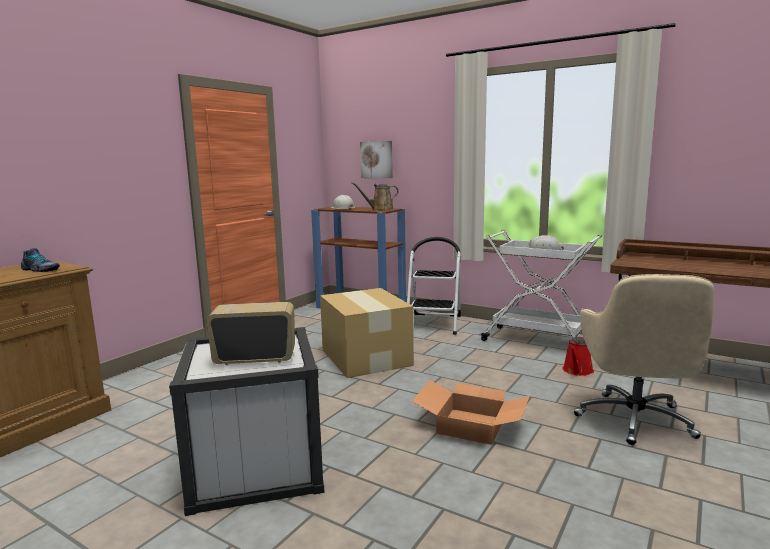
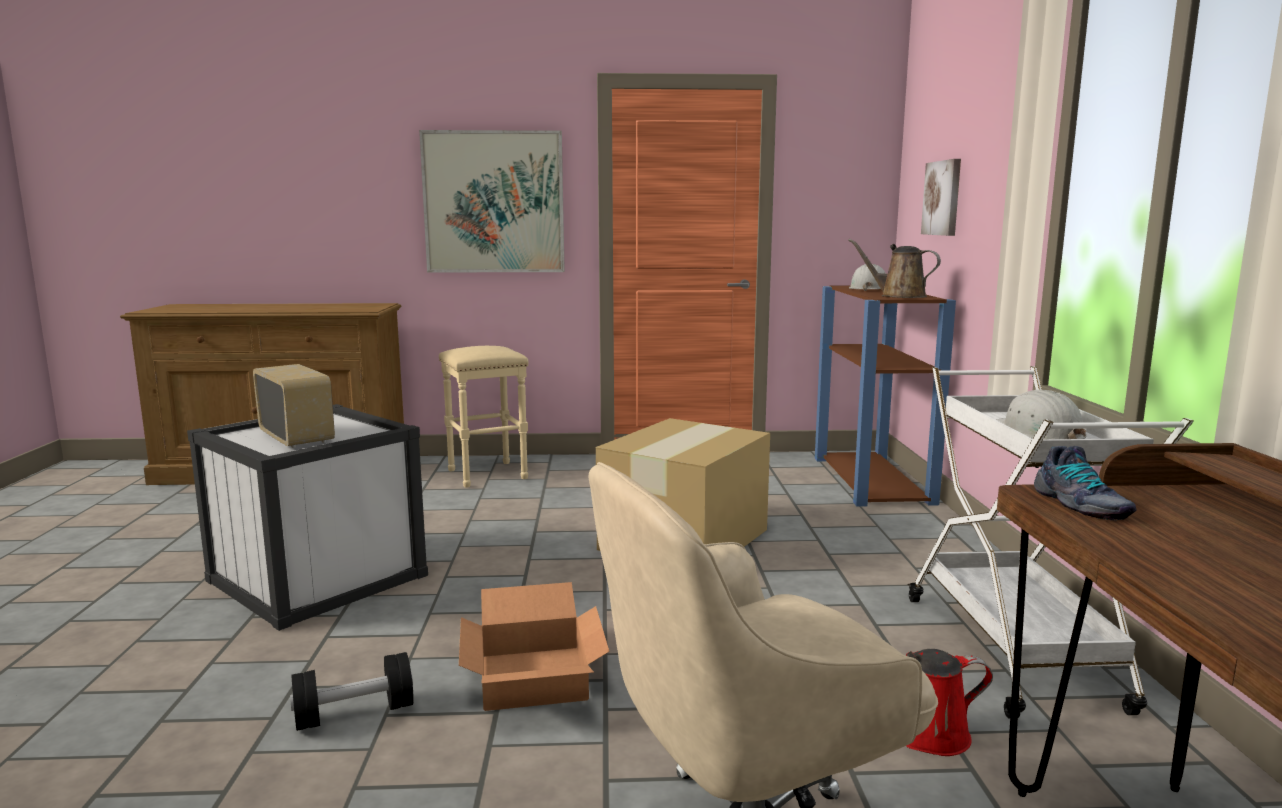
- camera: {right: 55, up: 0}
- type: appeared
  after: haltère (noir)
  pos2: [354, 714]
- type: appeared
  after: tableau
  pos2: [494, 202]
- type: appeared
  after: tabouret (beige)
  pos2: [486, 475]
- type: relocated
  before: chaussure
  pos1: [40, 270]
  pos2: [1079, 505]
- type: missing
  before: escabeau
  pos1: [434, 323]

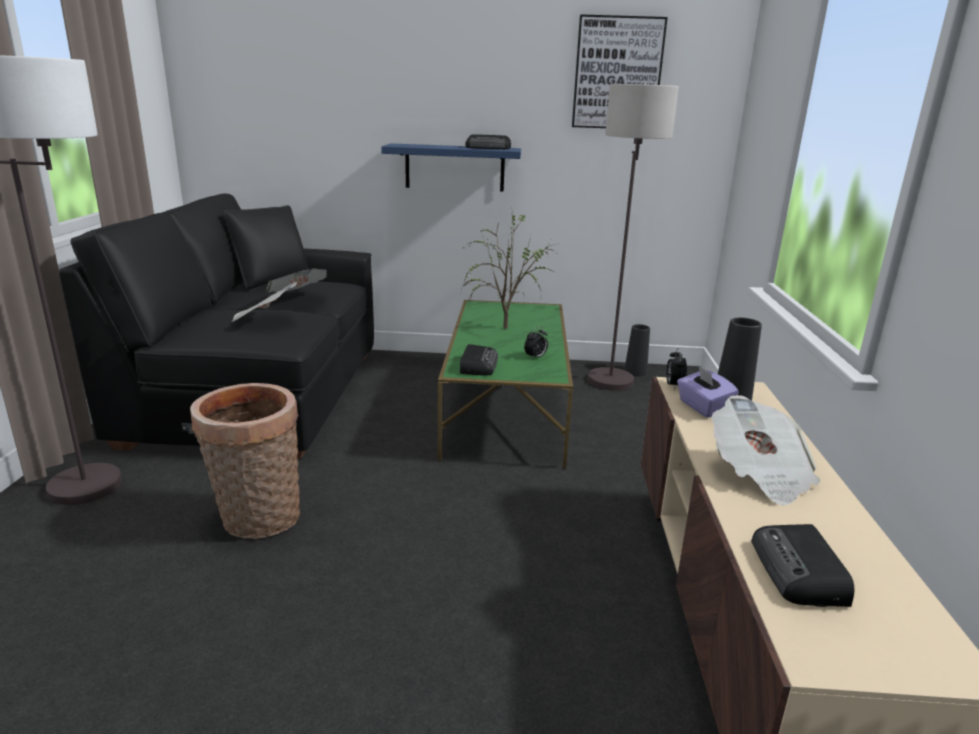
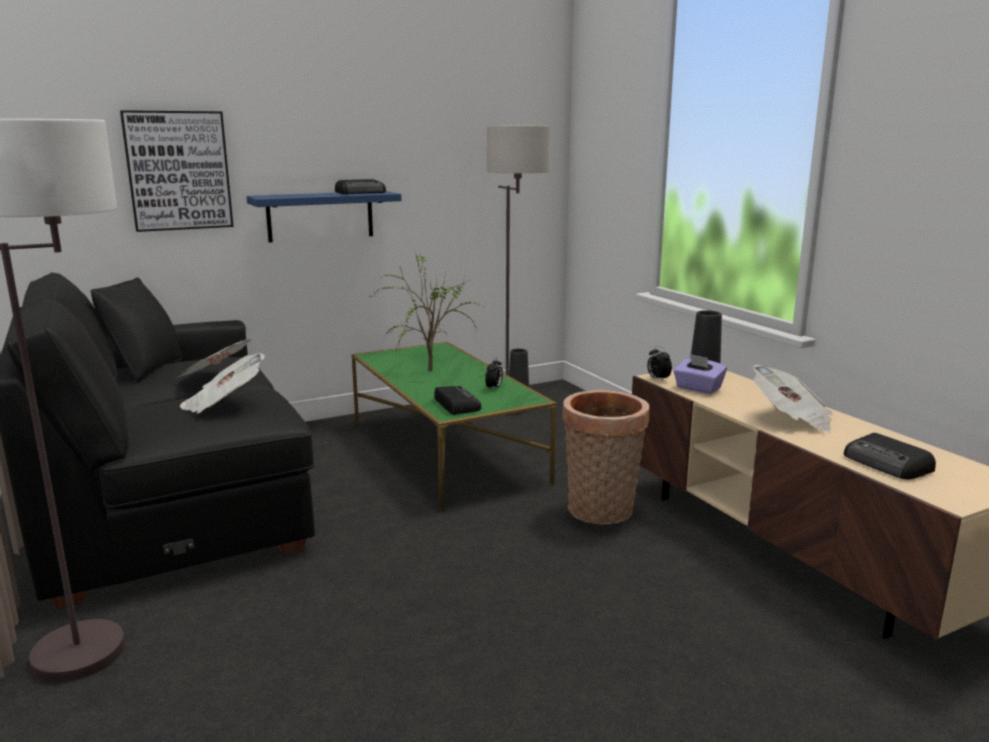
- camera: {right: -30, up: -5}
- type: relocated
  before: tableau
  pos1: [617, 73]
  pos2: [178, 171]
- type: relocated
  before: panier
  pos1: [257, 521]
  pos2: [601, 512]

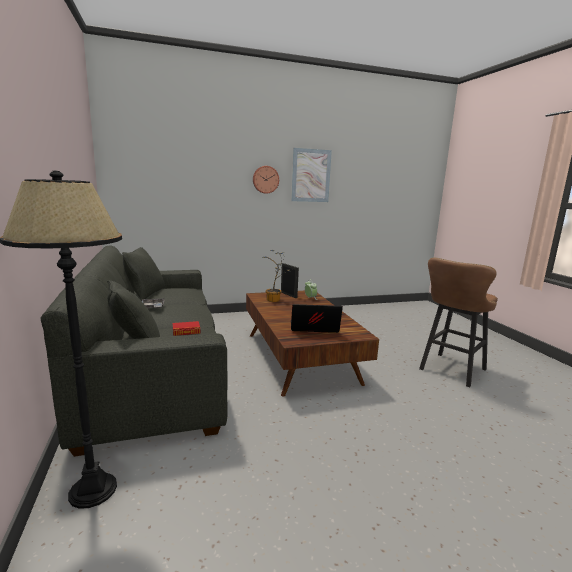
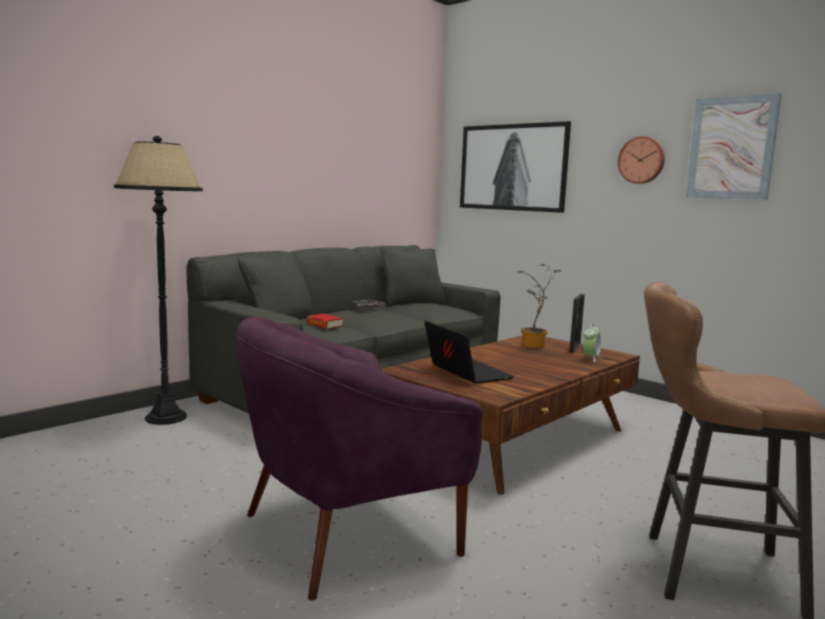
- camera: {right: 60, up: -5}
- type: appeared
  after: fauteuil (violet)
  pos2: [347, 533]
- type: appeared
  after: tableau
  pos2: [513, 167]

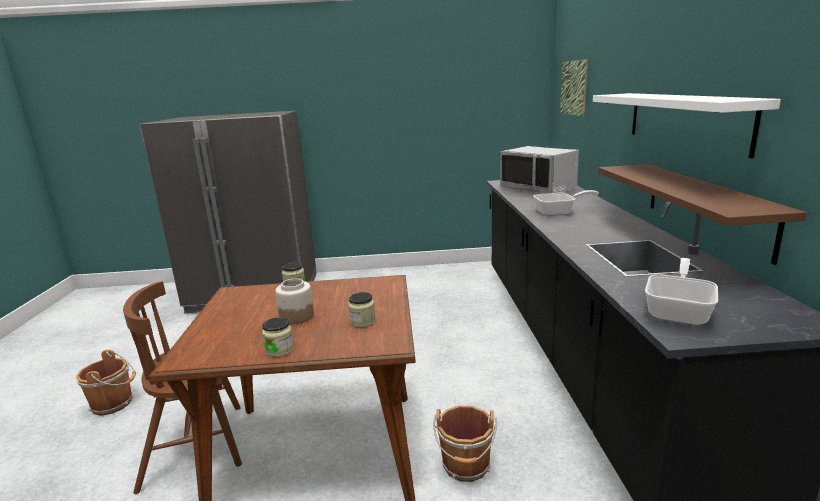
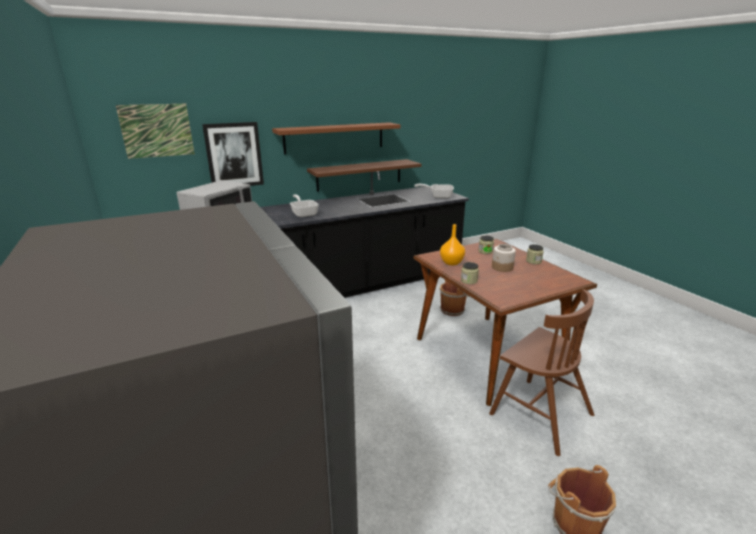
- camera: {right: -115, up: 5}
- type: appeared
  after: tableau
  pos2: [234, 155]
- type: colour
  before: étagère (blanc)
  after: étagère (marron)
  pos1: [684, 120]
  pos2: [334, 137]
- type: appeared
  after: vase (orange)
  pos2: [451, 262]

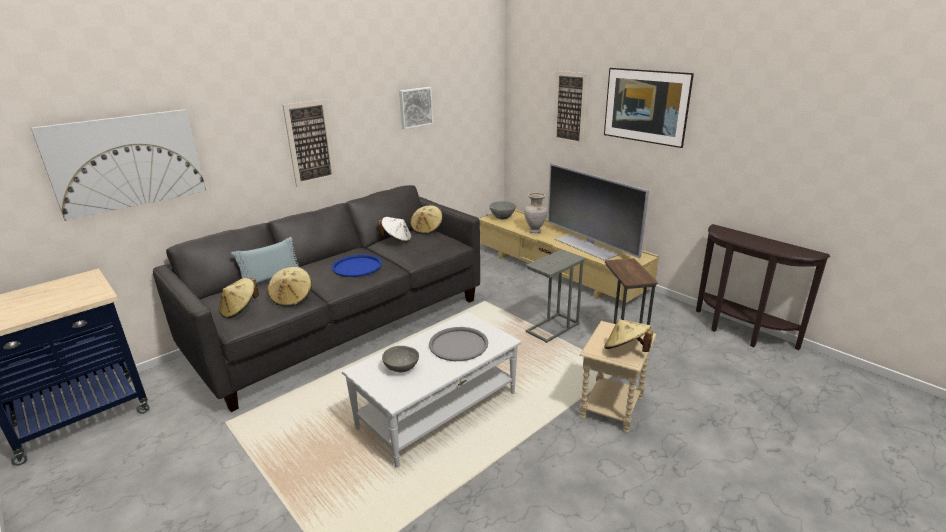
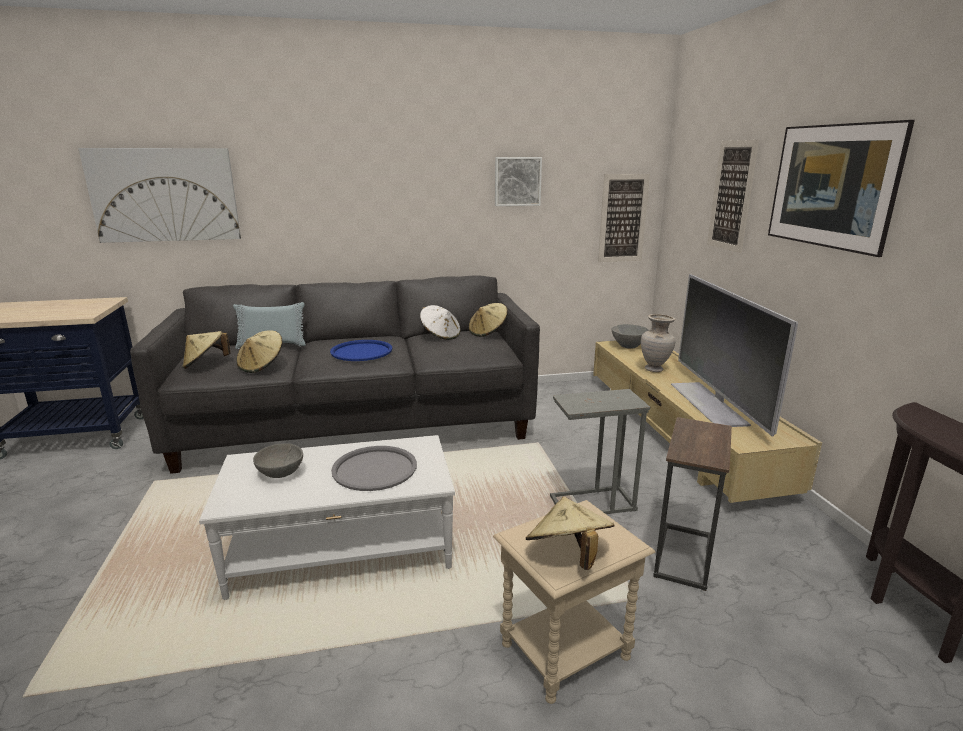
- camera: {right: 30, up: -5}
- type: relocated
  before: tableau
  pos1: [310, 143]
  pos2: [623, 218]

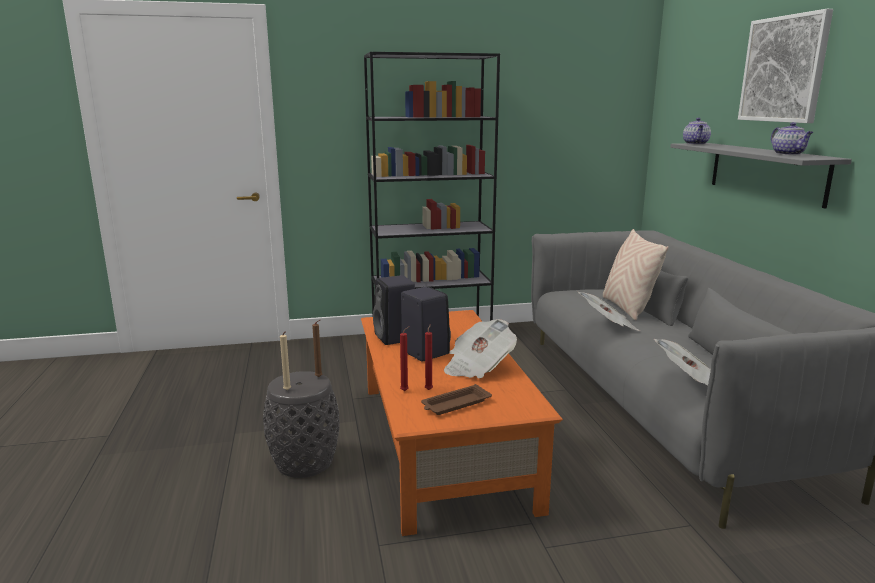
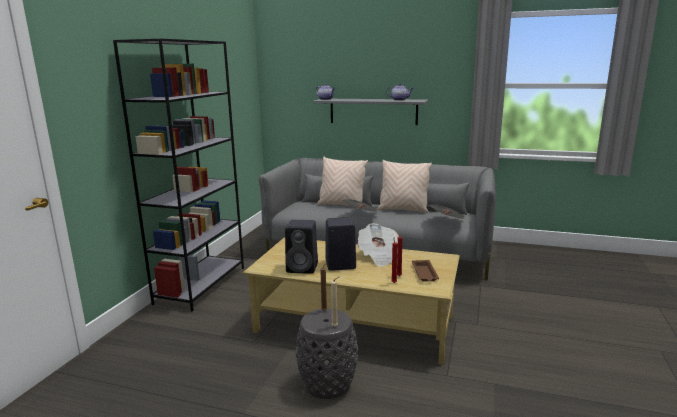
- camera: {right: -60, up: 0}
- type: colour
  before: table basse (orange)
  after: table basse (beige)
  pos1: [445, 444]
  pos2: [356, 323]
- type: appeared
  after: coussin (beige)
  pos2: [403, 210]
- type: missing
  before: tableau
  pos1: [784, 69]

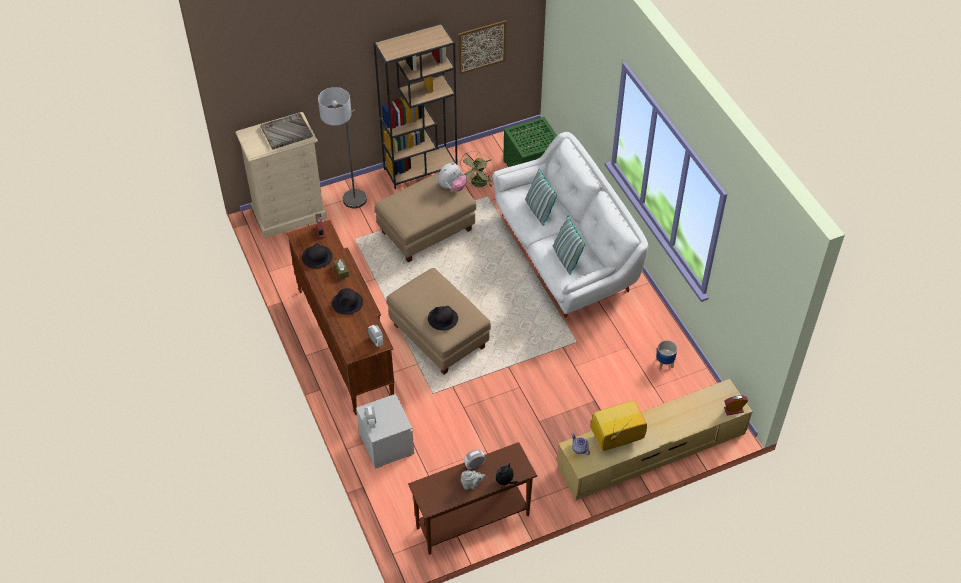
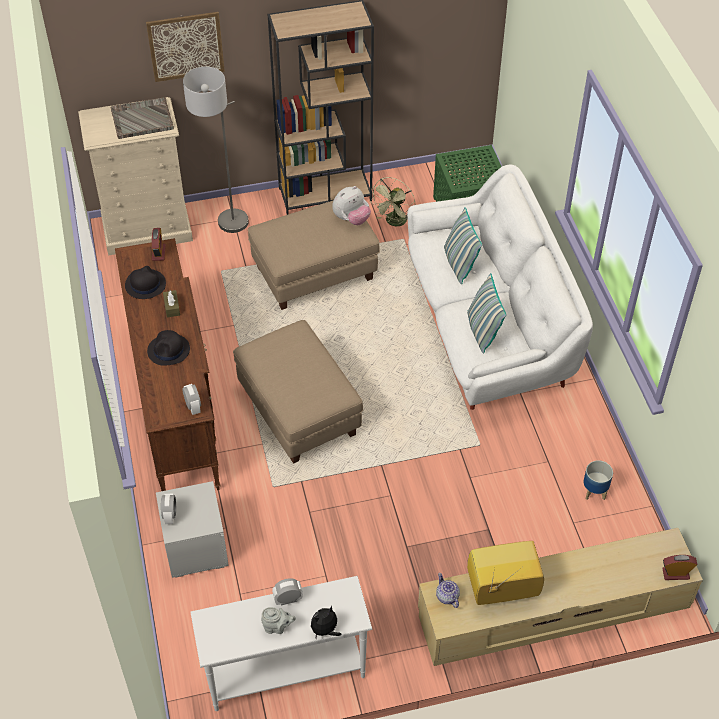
- camera: {right: 10, up: 0}
- type: relocated
  before: tableau
  pos1: [482, 46]
  pos2: [186, 45]
- type: colour
  before: table console (marron)
  after: table console (blanc)
  pos1: [472, 522]
  pos2: [285, 675]
- type: missing
  before: chapeau (noir)
  pos1: [442, 319]

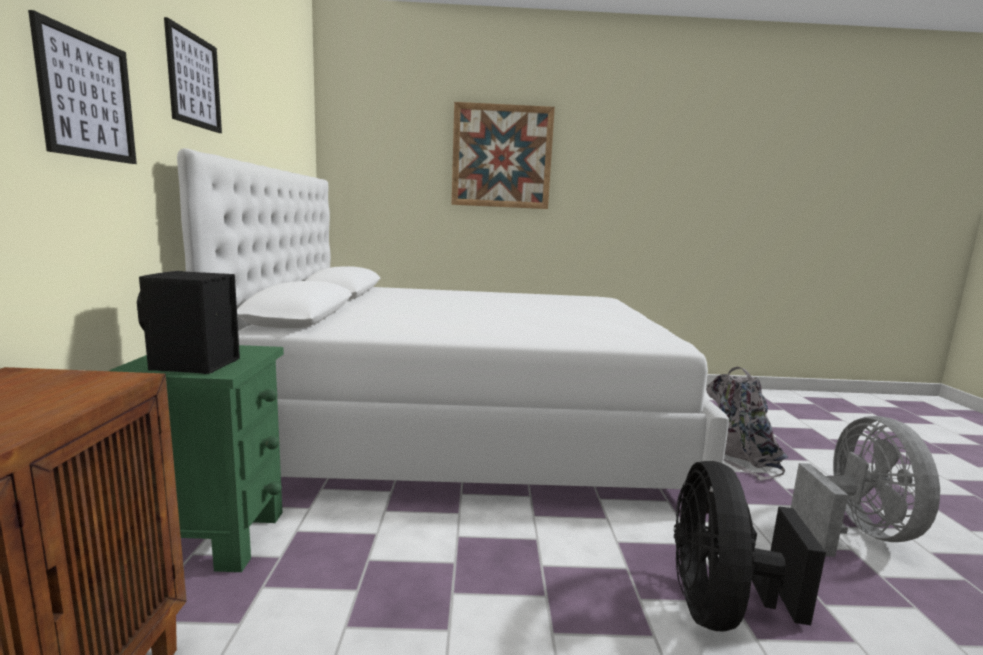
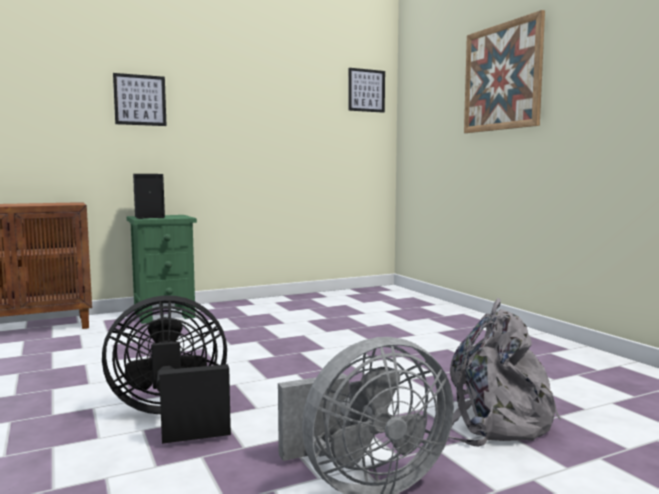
- camera: {right: 65, up: -5}
- type: relocated
  before: tableau
  pos1: [194, 80]
  pos2: [366, 90]
- type: missing
  before: lit (blanc)
  pos1: [466, 429]

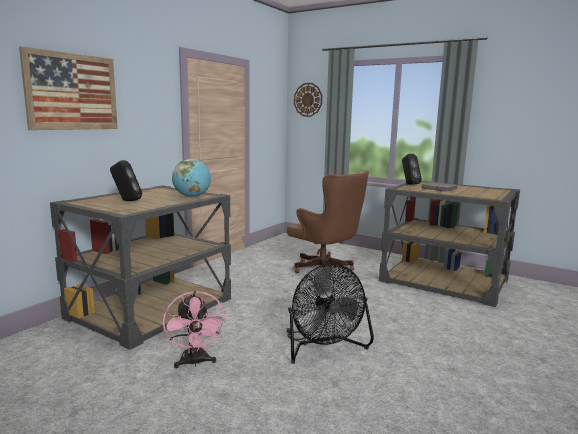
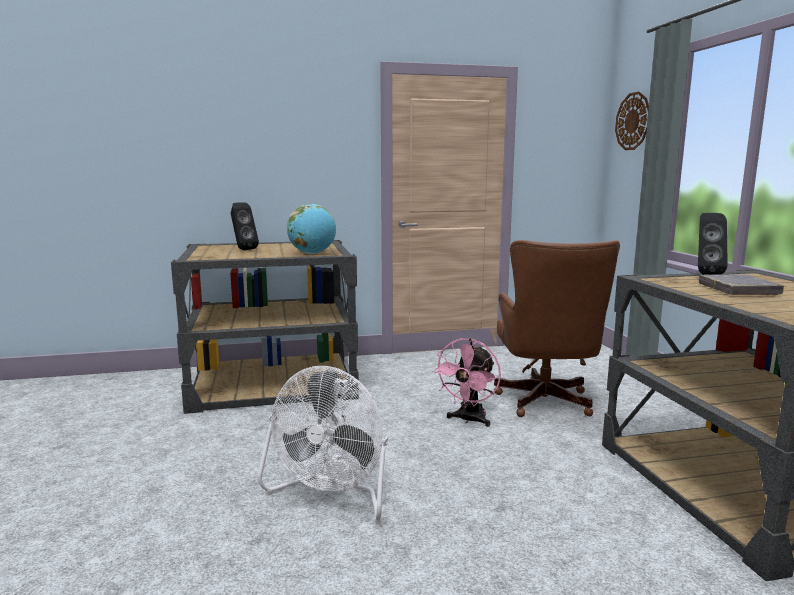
- camera: {right: 45, up: 0}
- type: colour
  before: ventilateur (noir)
  after: ventilateur (blanc)
  pos1: [321, 347]
  pos2: [330, 493]
- type: relocated
  before: ventilateur (rose)
  pos1: [195, 363]
  pos2: [469, 420]
- type: missing
  before: tableau
  pos1: [72, 92]

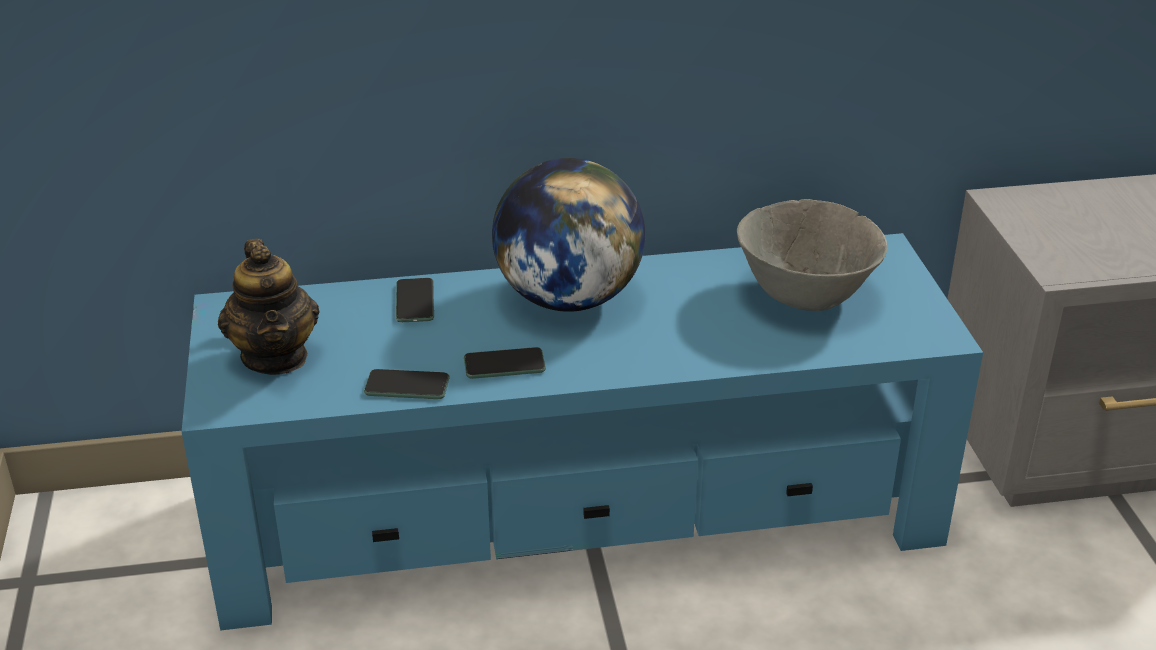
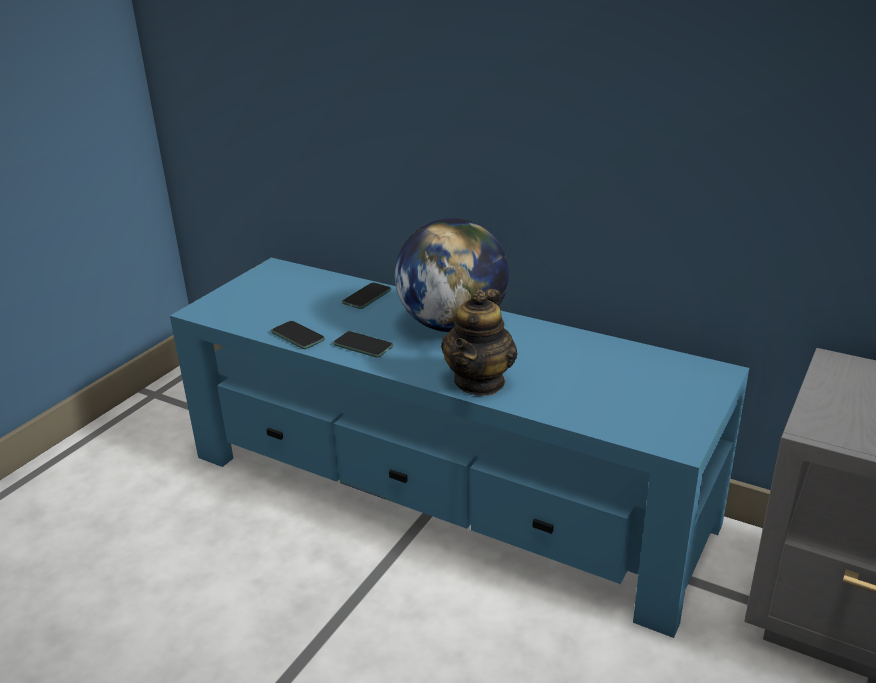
- camera: {right: 40, up: -5}
- type: relocated
  before: théière
  pos1: [275, 356]
  pos2: [480, 382]
- type: missing
  before: bol (gris)
  pos1: [804, 296]

